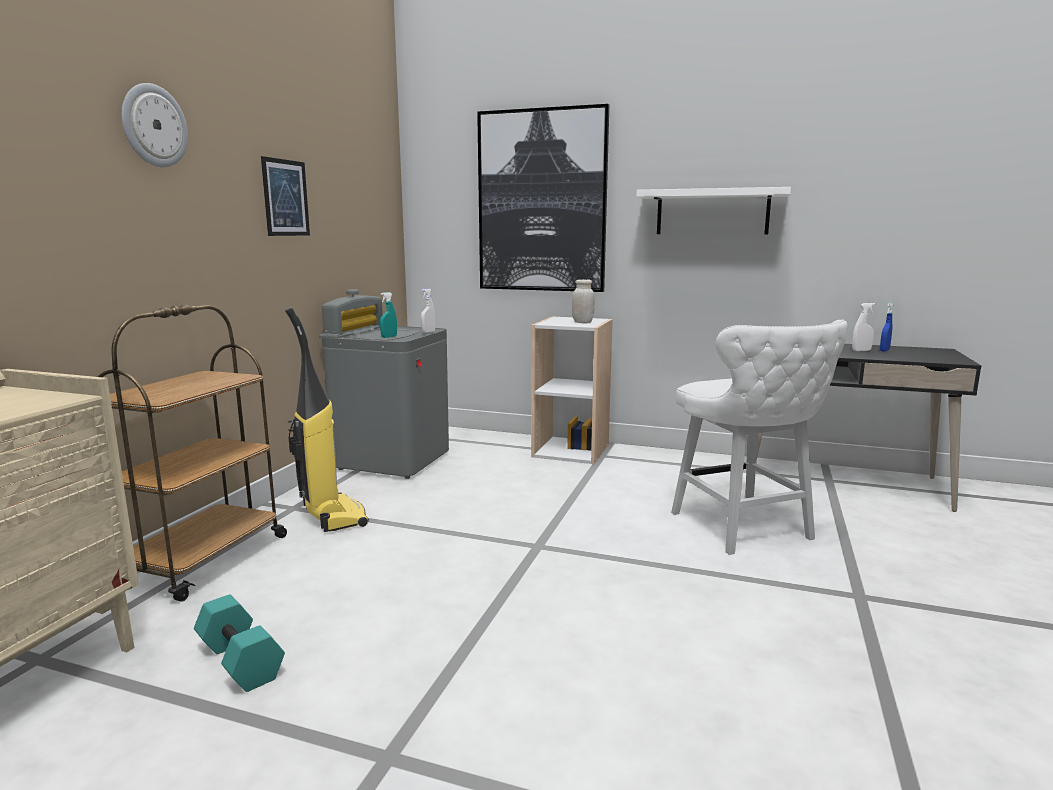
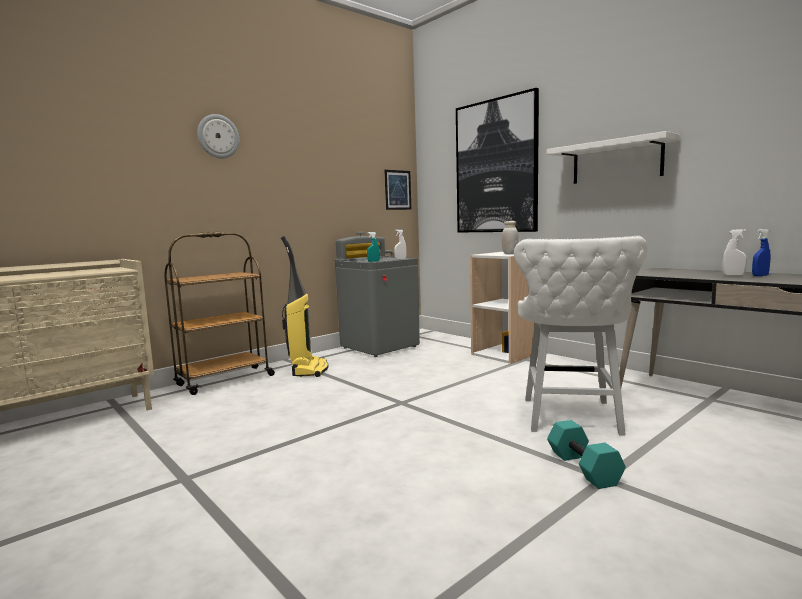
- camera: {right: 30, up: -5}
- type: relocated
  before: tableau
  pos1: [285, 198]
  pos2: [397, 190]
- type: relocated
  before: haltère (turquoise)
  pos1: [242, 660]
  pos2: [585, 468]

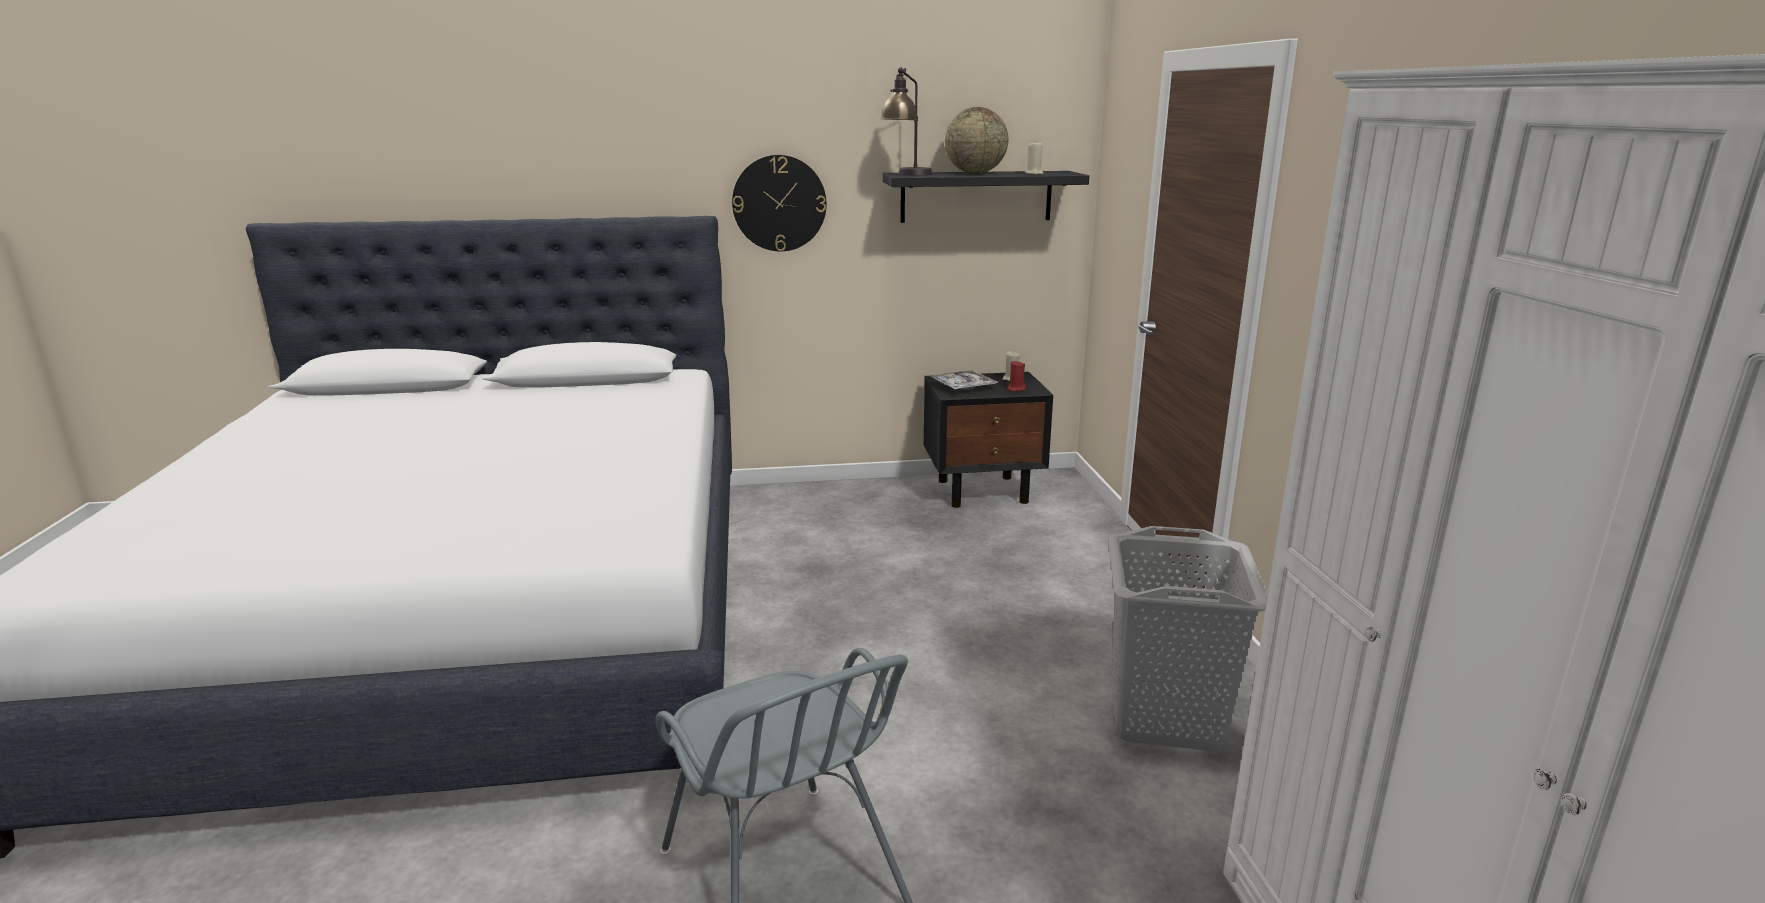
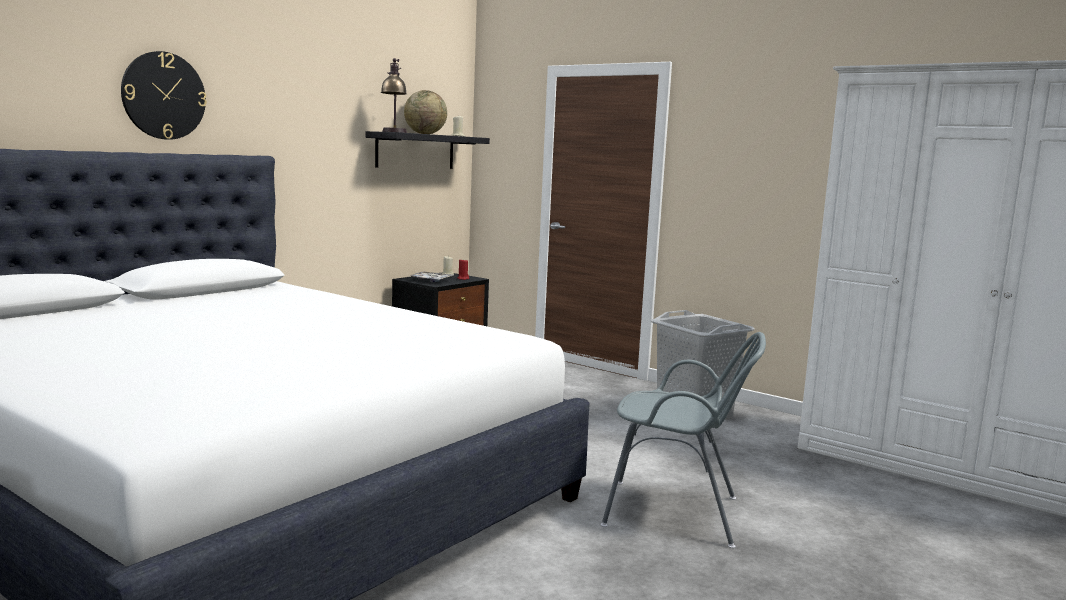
- camera: {right: -45, up: -10}
- type: relocated
  before: horloge murale
  pos1: [779, 203]
  pos2: [163, 96]

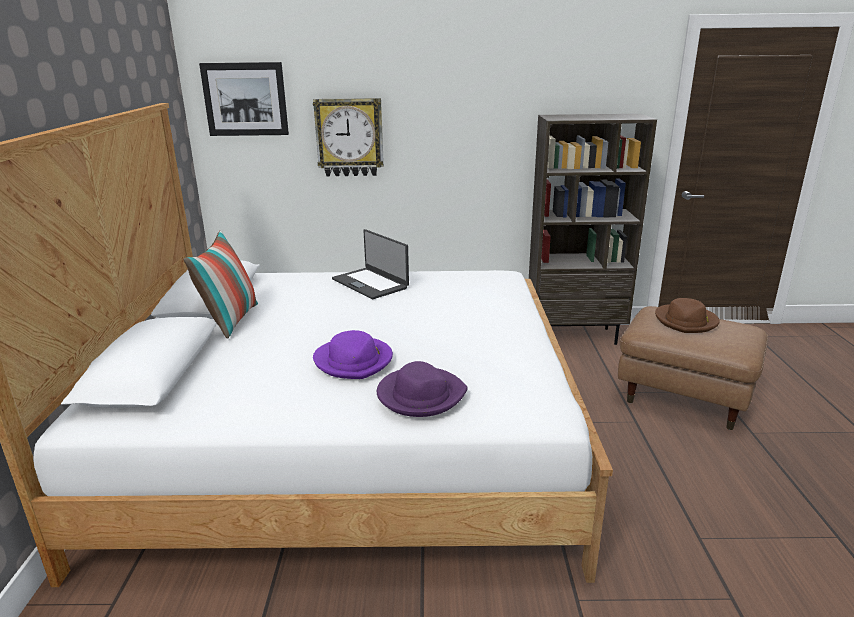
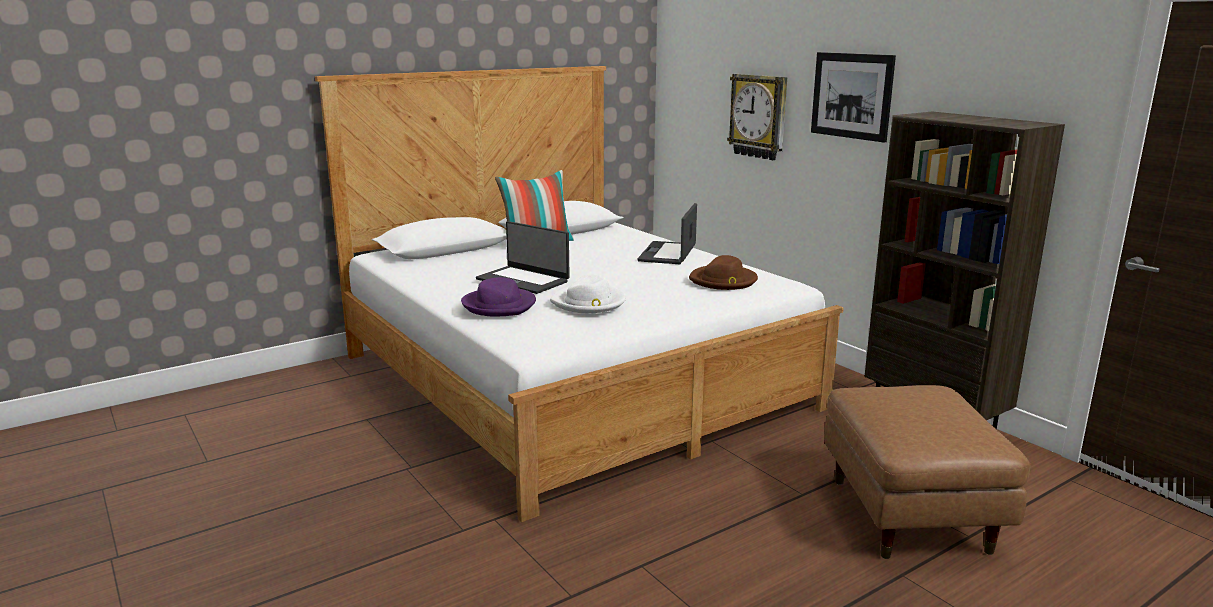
- camera: {right: 55, up: -5}
- type: exchanged
  before: chapeau (violet)
  after: ordinateur portable
  pos1: [354, 361]
  pos2: [523, 280]
- type: appeared
  after: chapeau (blanc)
  pos2: [589, 302]
- type: relocated
  before: chapeau (marron)
  pos1: [686, 321]
  pos2: [723, 281]
- type: relocated
  before: tableau
  pos1: [245, 99]
  pos2: [851, 96]

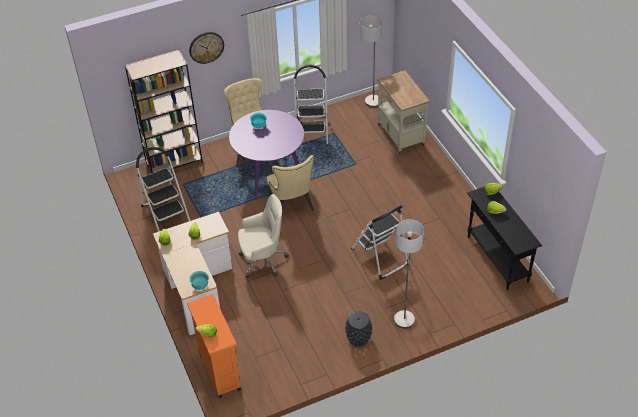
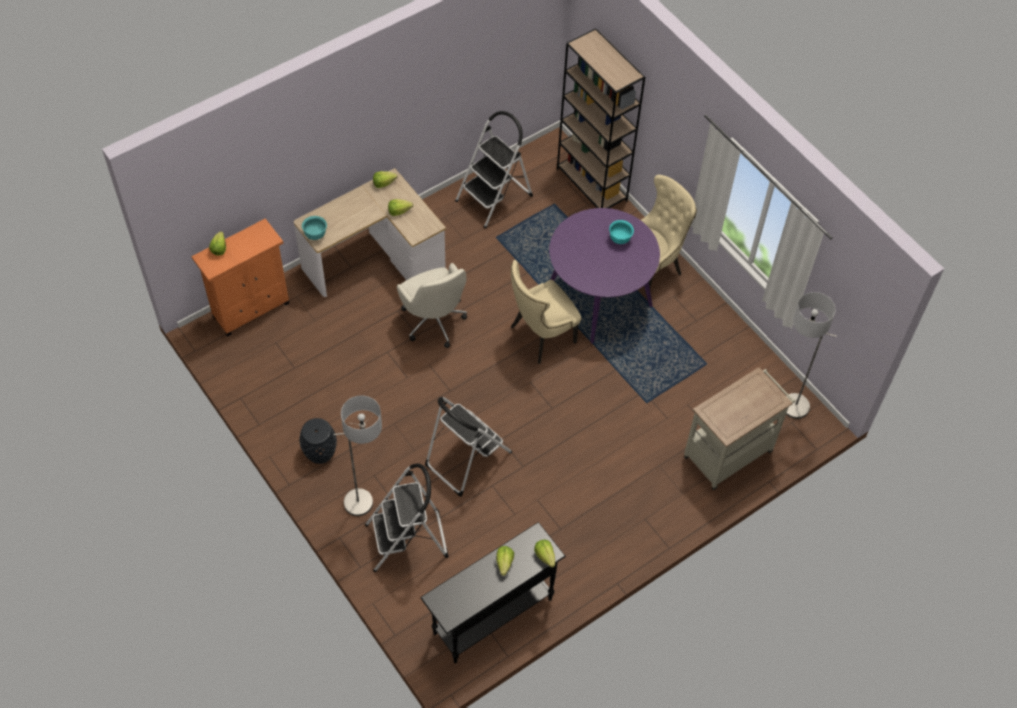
- camera: {right: 75, up: 10}
- type: relocated
  before: escabeau
  pos1: [312, 130]
  pos2: [409, 541]
- type: missing
  before: horloge murale
  pos1: [206, 47]

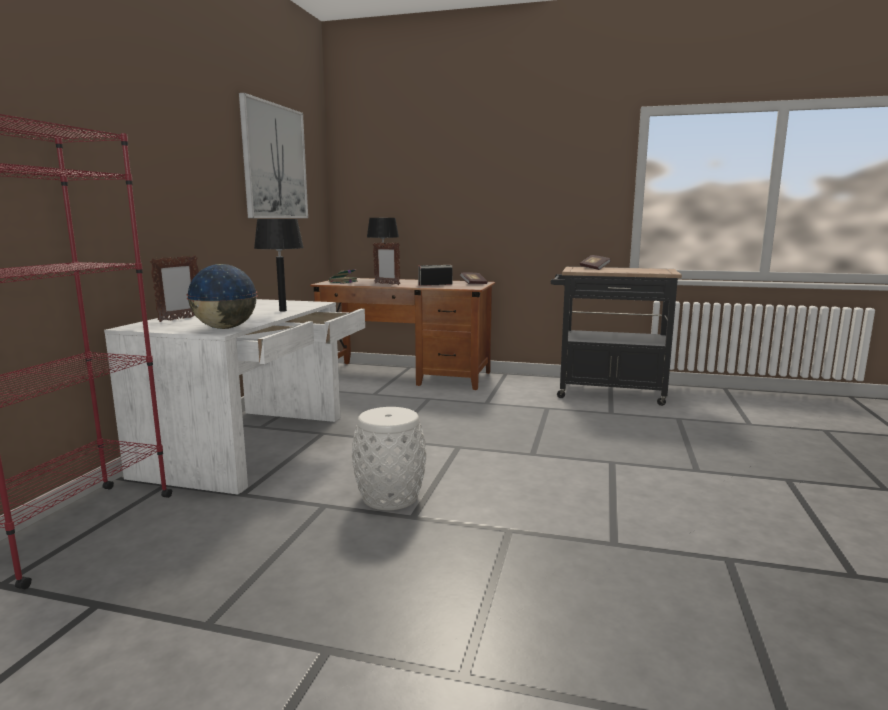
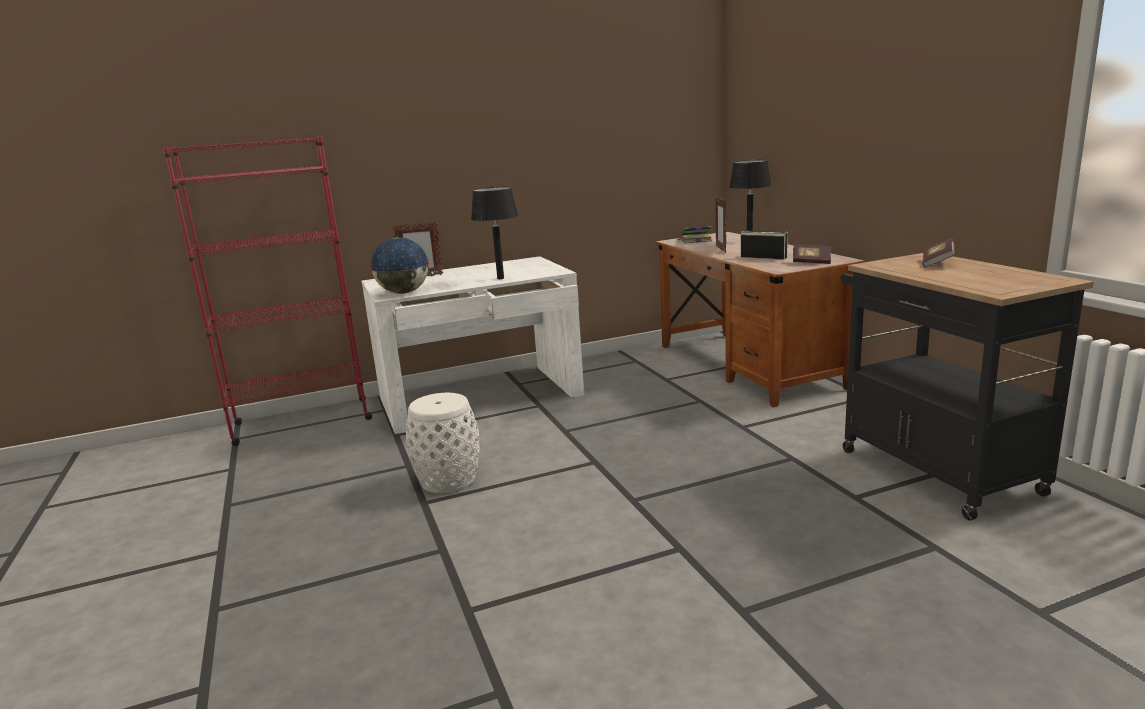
- camera: {right: 55, up: 5}
- type: missing
  before: tableau
  pos1: [274, 162]

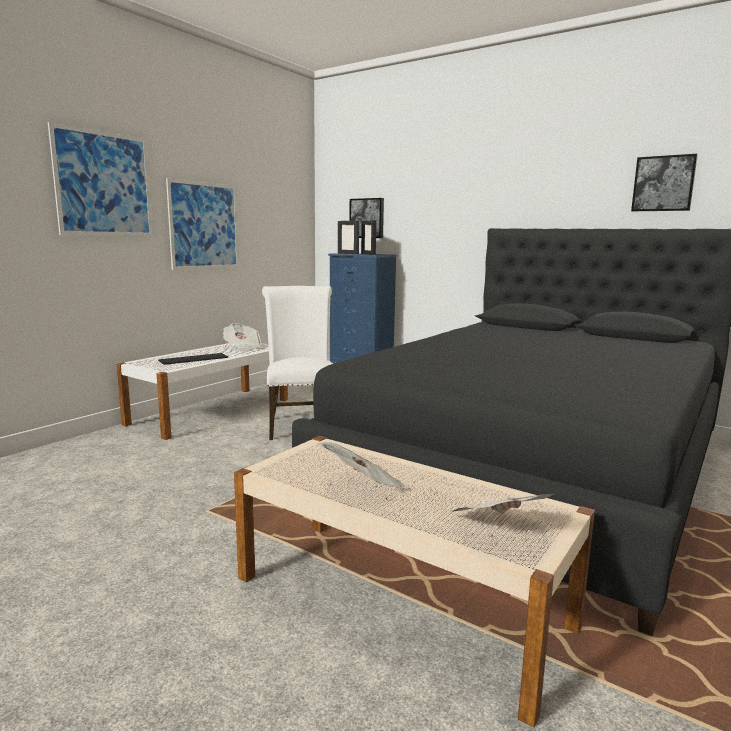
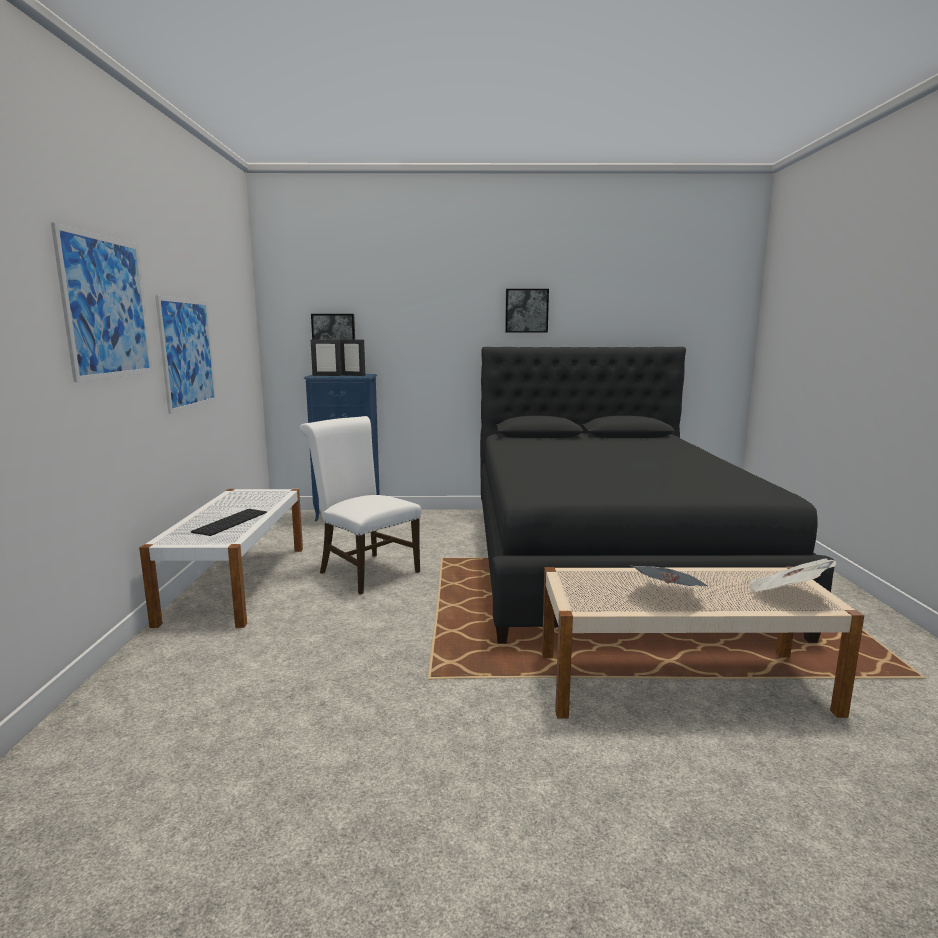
- camera: {right: -35, up: 0}
- type: relocated
  before: tableau
  pos1: [663, 183]
  pos2: [526, 310]
- type: missing
  before: journal
  pos1: [242, 348]

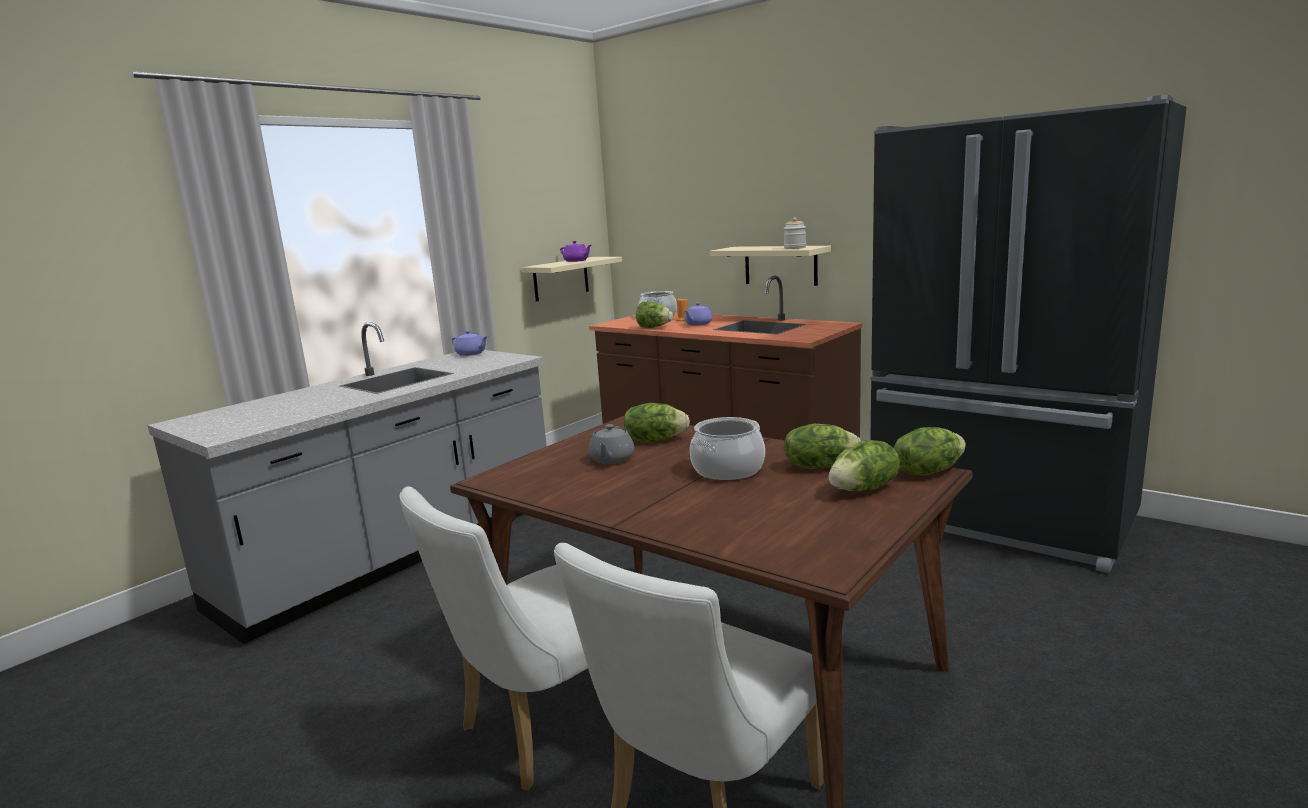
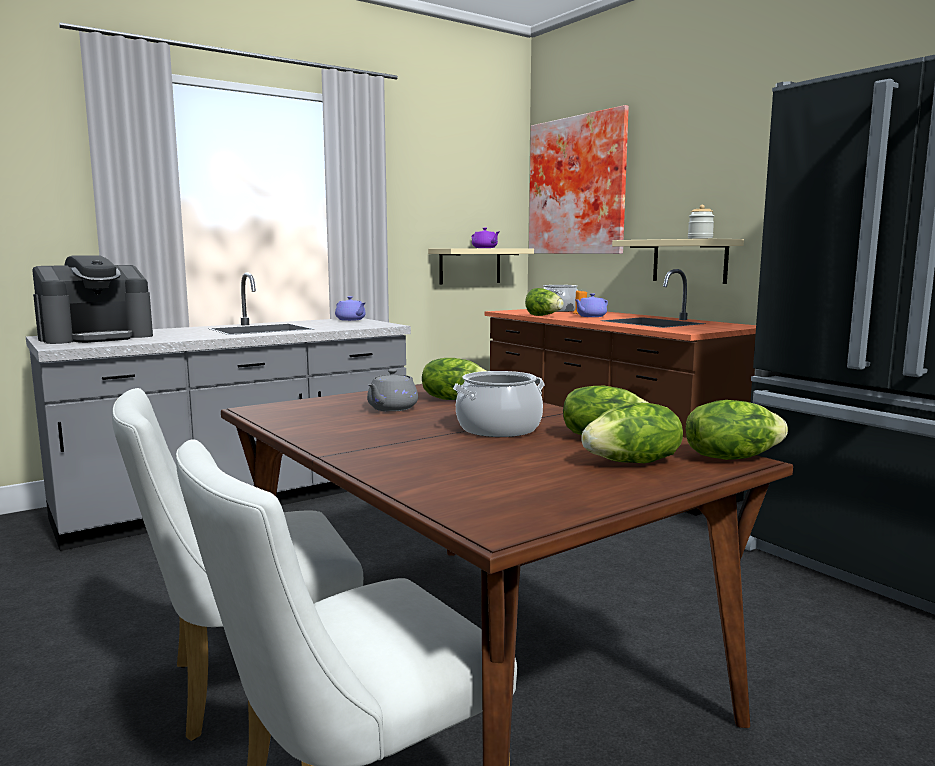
- camera: {right: 15, up: -5}
- type: appeared
  after: machine à café
  pos2: [97, 337]
- type: appeared
  after: tableau
  pos2: [579, 186]

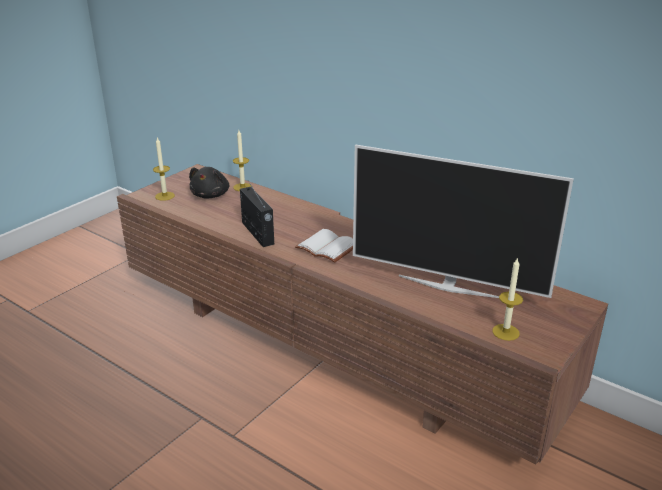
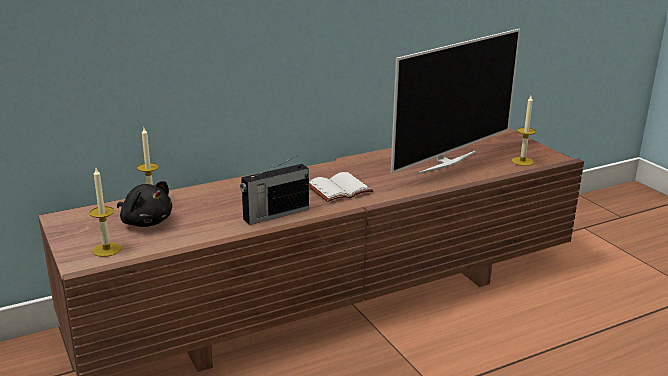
- camera: {right: -65, up: -5}
- type: spun
  before: radio
  pos1: [258, 233]
  pos2: [275, 214]
  turn: 150

